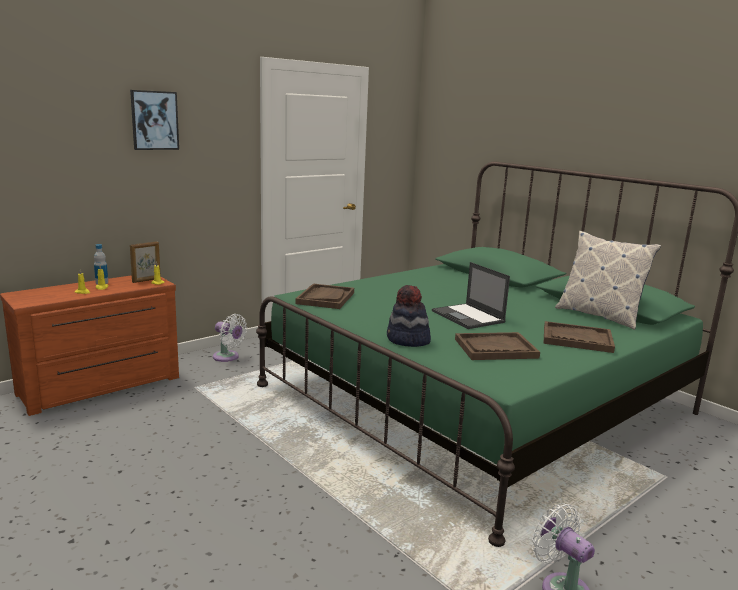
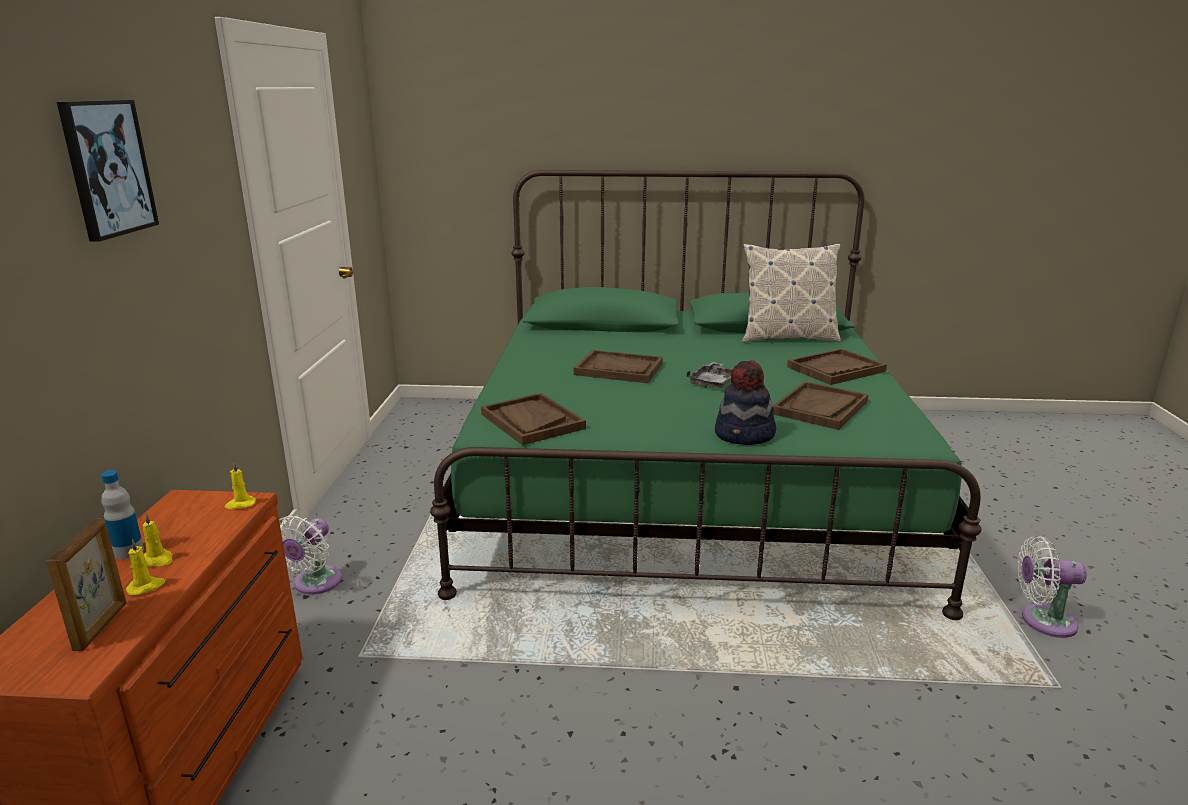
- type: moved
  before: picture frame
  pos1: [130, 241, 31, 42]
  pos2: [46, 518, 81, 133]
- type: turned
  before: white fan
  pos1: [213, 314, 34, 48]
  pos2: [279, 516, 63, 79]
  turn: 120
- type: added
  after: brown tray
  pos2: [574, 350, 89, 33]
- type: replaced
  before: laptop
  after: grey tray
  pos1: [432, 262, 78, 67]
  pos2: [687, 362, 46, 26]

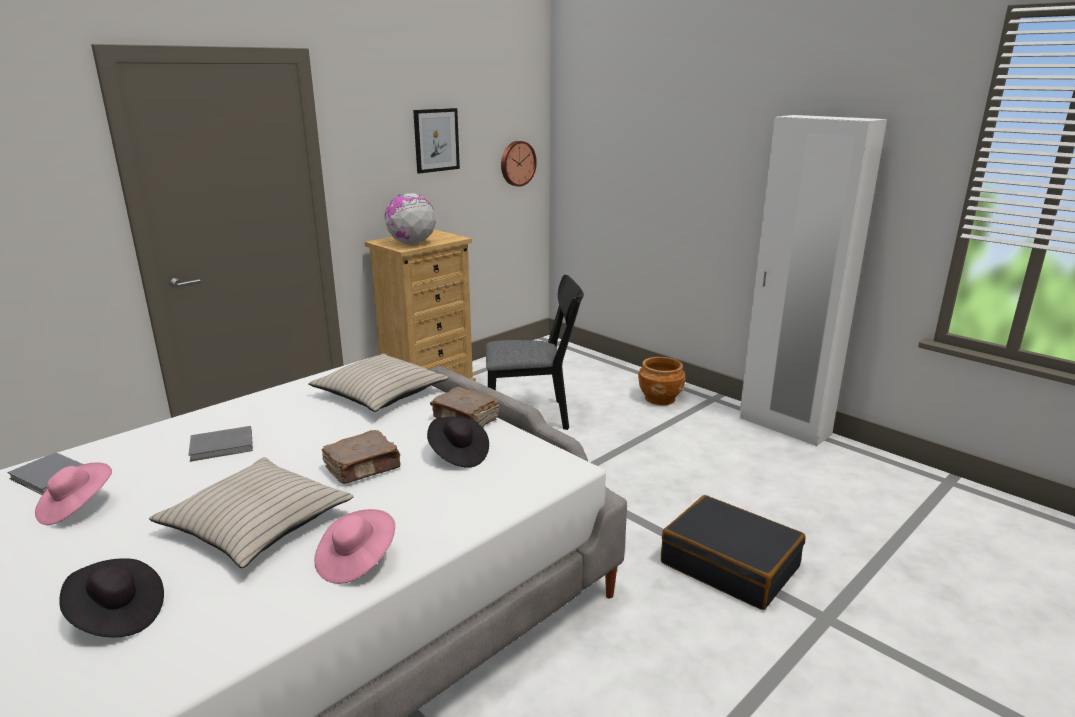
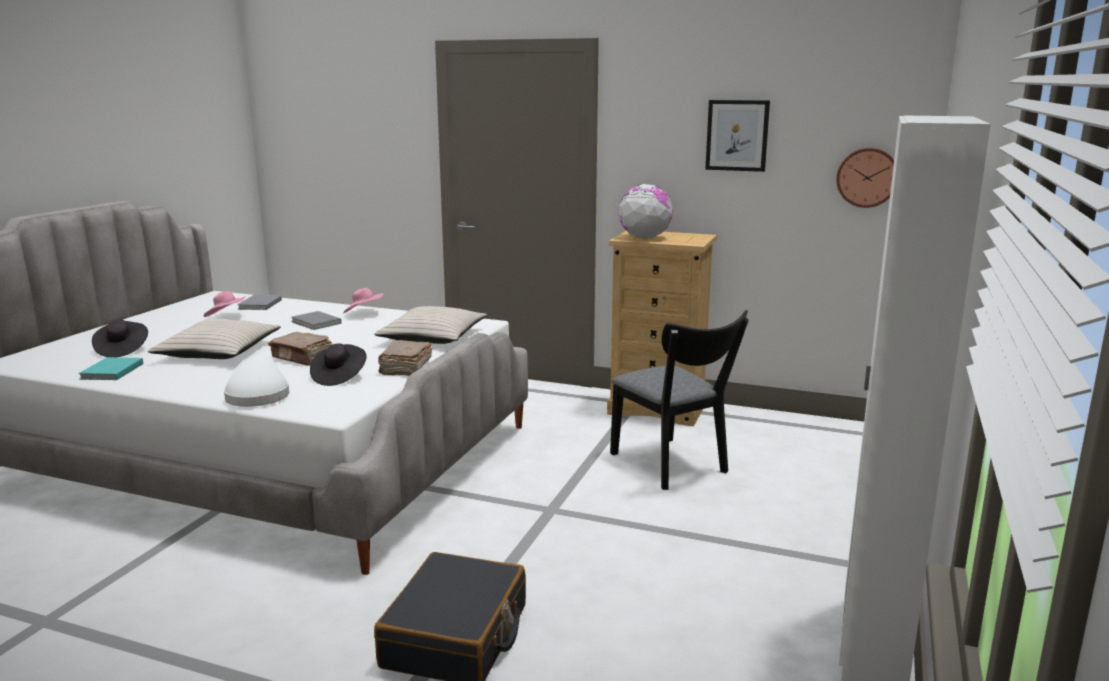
- type: added
  after: turquoise book
  pos2: [79, 357, 64, 23]
- type: added
  after: white hat
  pos2: [224, 354, 65, 53]
- type: moved
  before: pink hat
  pos1: [314, 509, 81, 75]
  pos2: [343, 288, 41, 26]
- type: removed
  before: brown planter
  pos1: [638, 357, 48, 48]

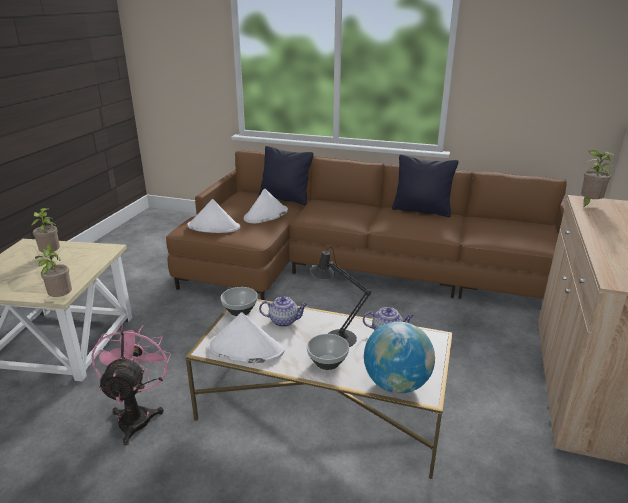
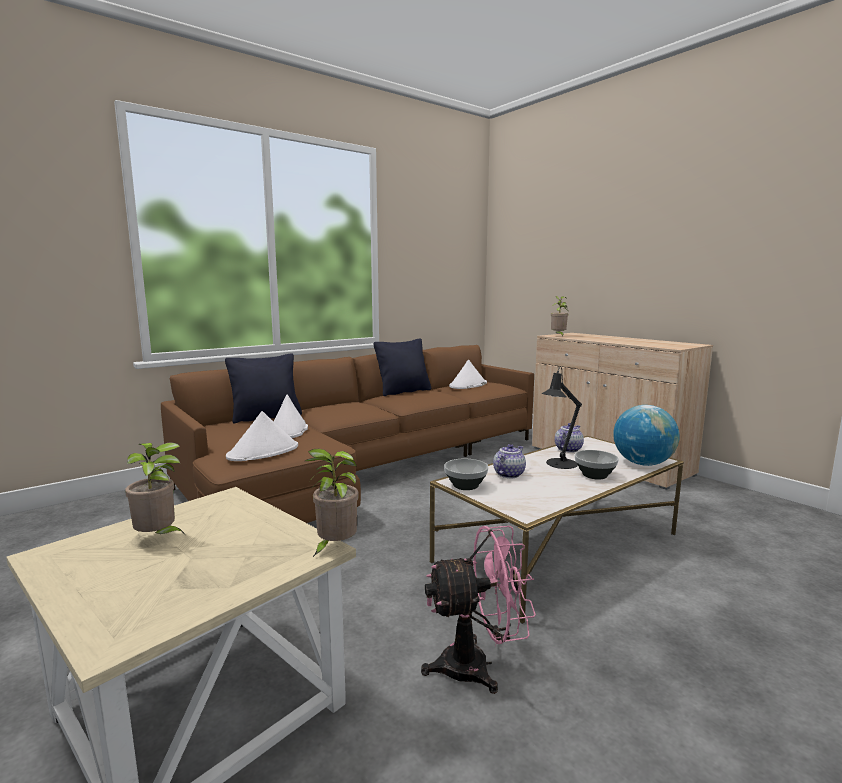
- type: turned
  before: pink fan
  pos1: [91, 324, 80, 121]
  pos2: [421, 526, 115, 168]
  turn: 135
- type: moved
  before: white hat
  pos1: [208, 312, 77, 52]
  pos2: [449, 360, 38, 29]

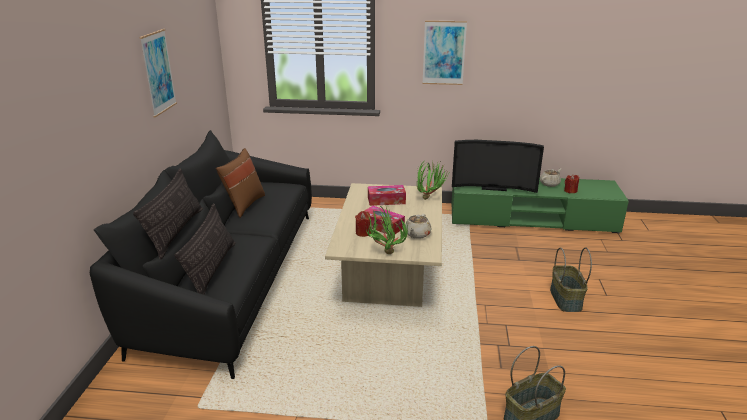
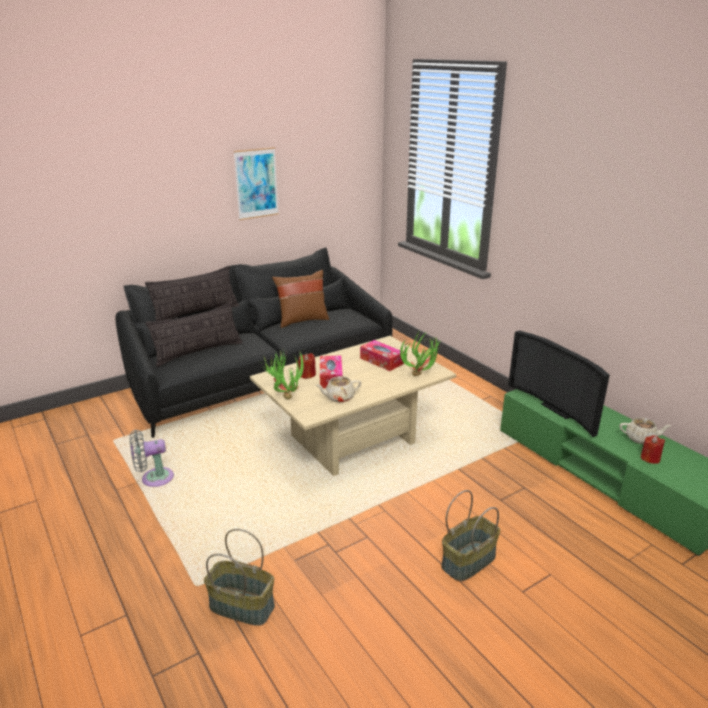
- type: added
  after: grey fan
  pos2: [129, 430, 45, 57]
- type: removed
  before: picture
  pos1: [423, 20, 44, 65]

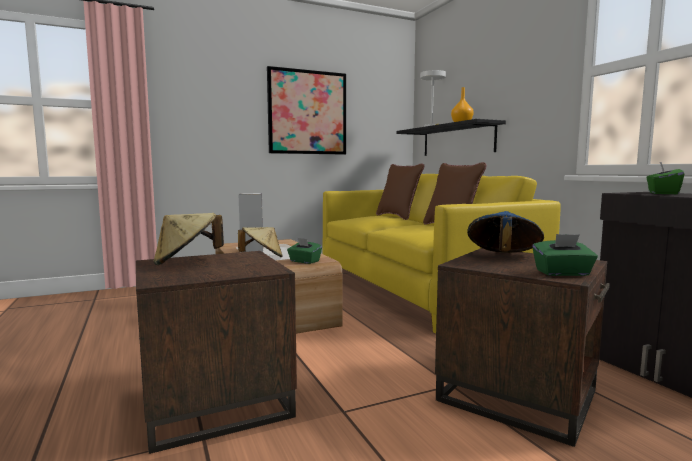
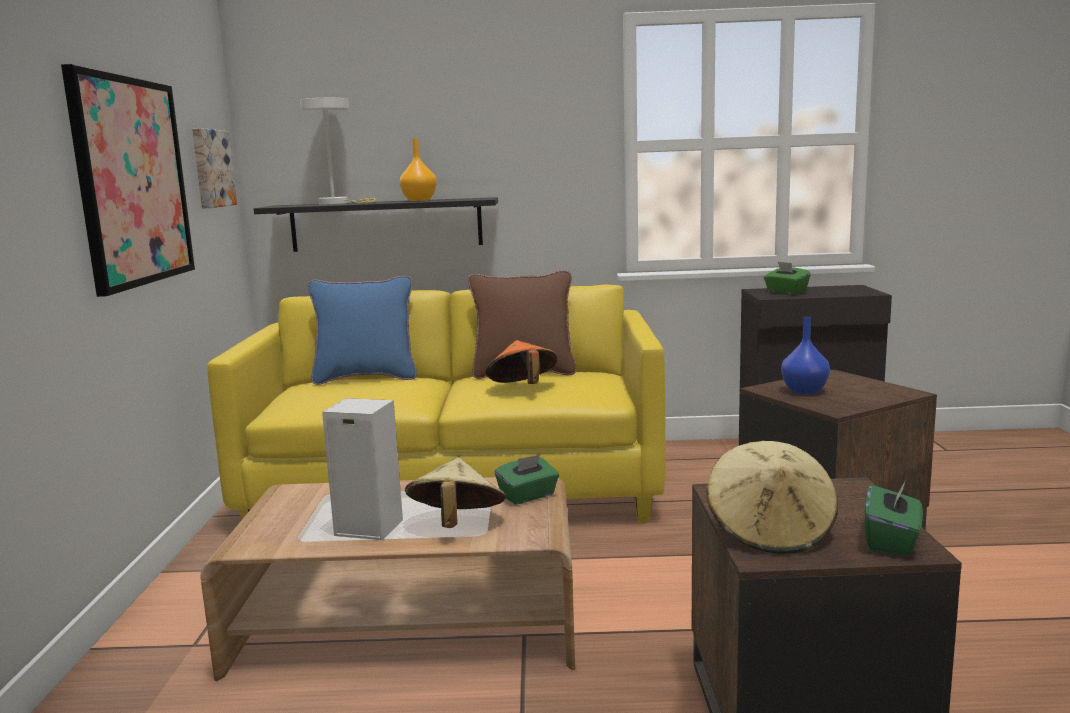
- type: added
  after: picture
  pos2: [192, 128, 45, 81]
- type: recoloured
  before: brown pillow
  after: blue pillow
  pos1: [376, 164, 48, 56]
  pos2: [308, 276, 109, 109]
- type: added
  after: orange hat
  pos2: [486, 340, 71, 44]
- type: replaced
  before: blue hat
  after: blue vase
  pos1: [467, 211, 77, 42]
  pos2: [781, 317, 49, 77]
- type: moved
  before: green tissue box
  pos1: [532, 234, 66, 42]
  pos2: [864, 481, 59, 75]

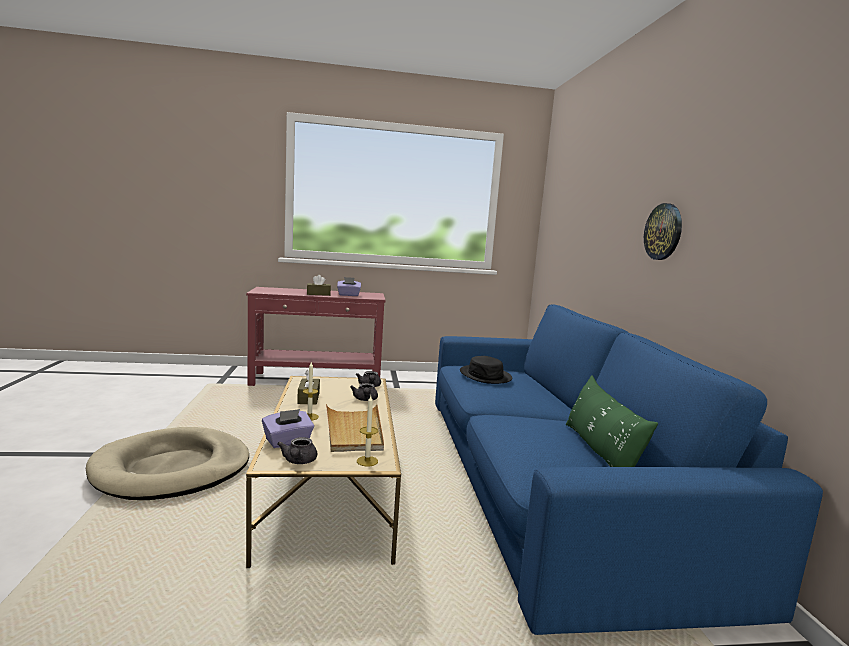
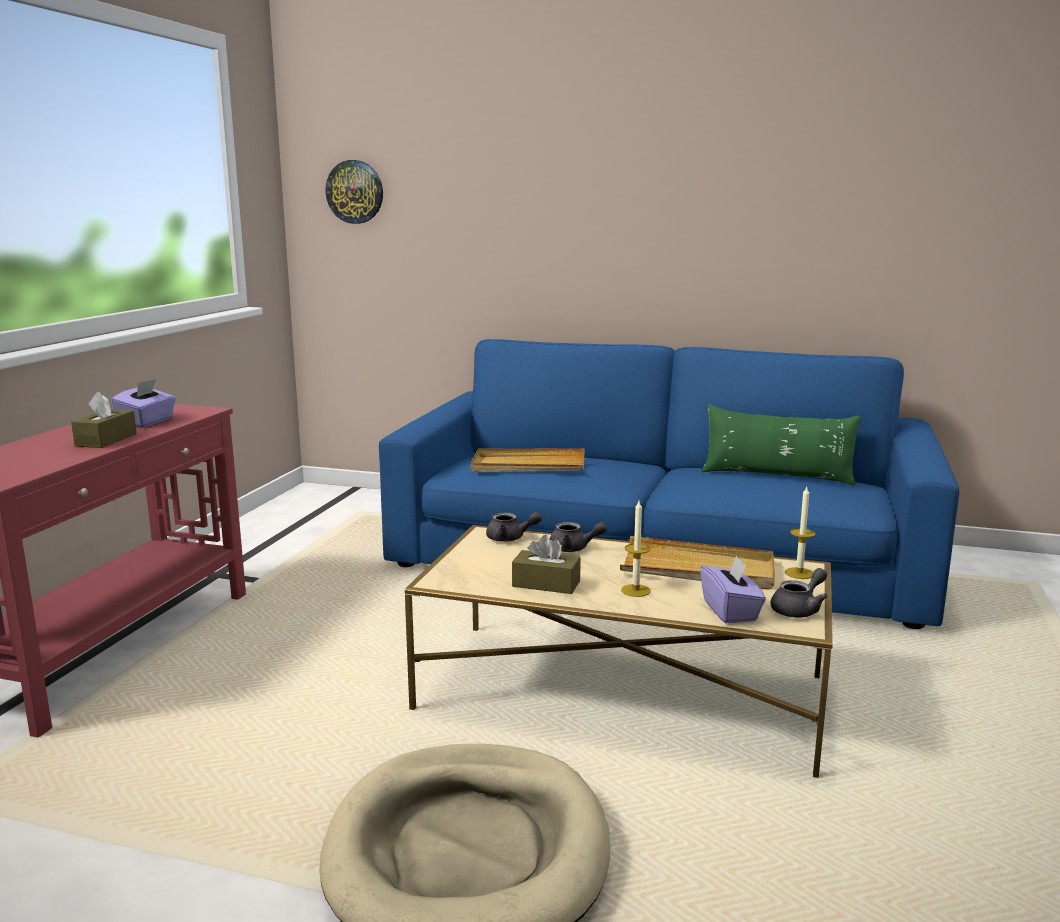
- type: moved
  before: wall clock
  pos1: [644, 203, 38, 57]
  pos2: [325, 160, 58, 64]
- type: replaced
  before: black hat
  after: beige tray
  pos1: [460, 356, 53, 28]
  pos2: [471, 448, 114, 24]
- type: turned
  before: grey teapot
  pos1: [277, 437, 40, 27]
  pos2: [771, 568, 57, 50]
  turn: -60

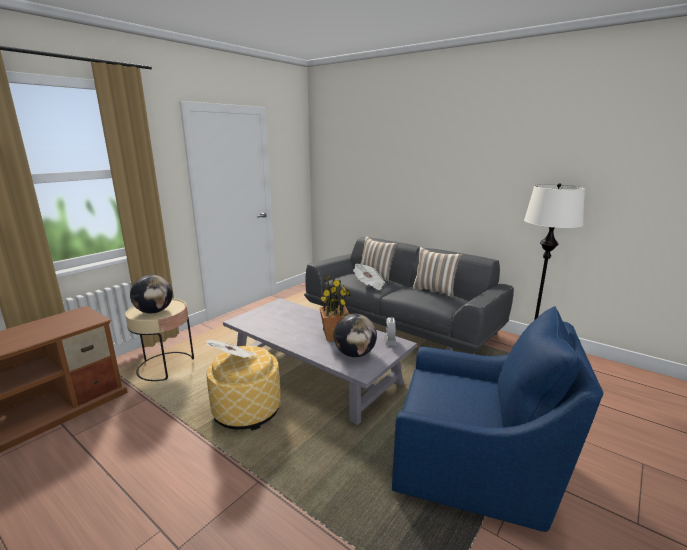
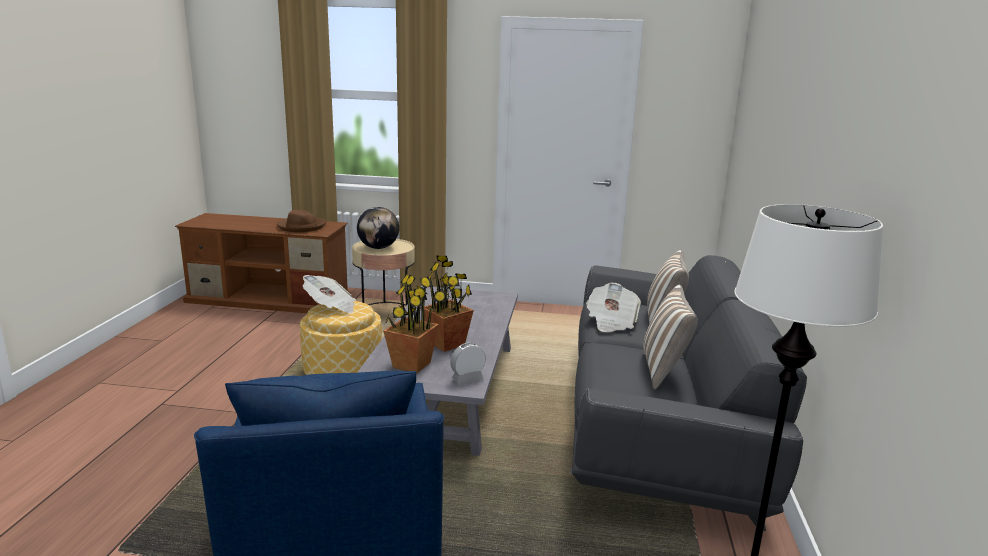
- type: added
  after: brown hat
  pos2: [277, 210, 50, 22]
- type: replaced
  before: globe
  after: potted plant
  pos1: [334, 314, 43, 43]
  pos2: [383, 274, 56, 99]

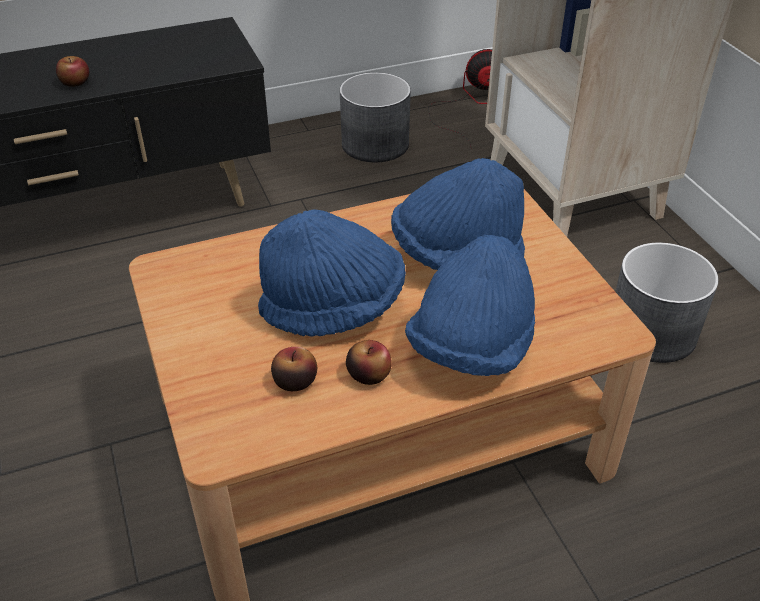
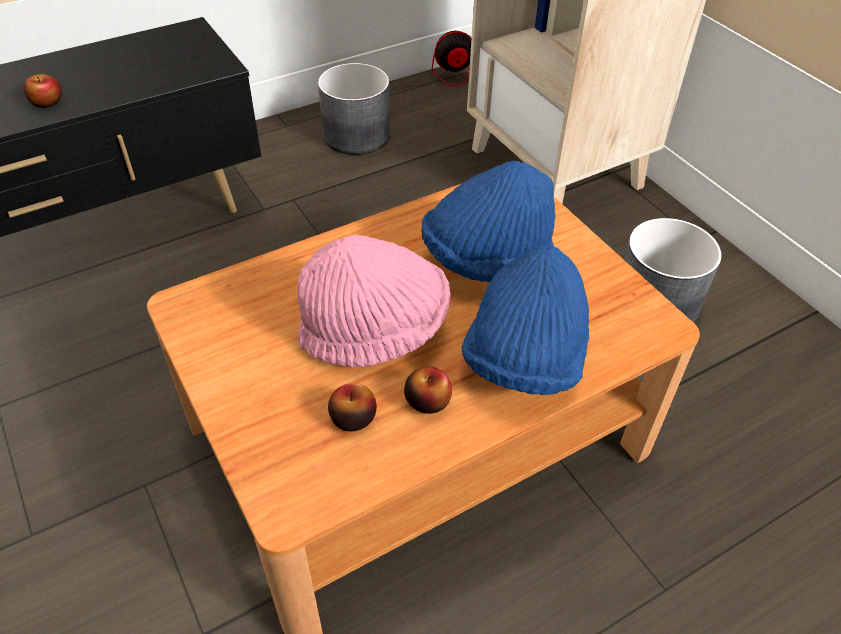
- type: recoloured
  before: blue hat
  after: pink hat
  pos1: [258, 210, 148, 127]
  pos2: [298, 235, 153, 133]

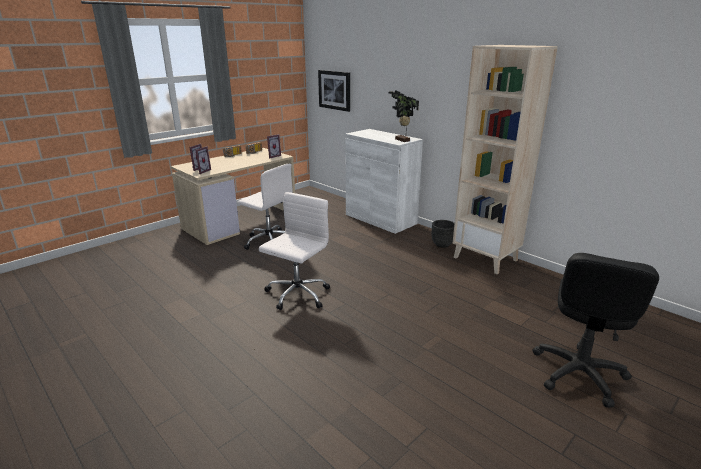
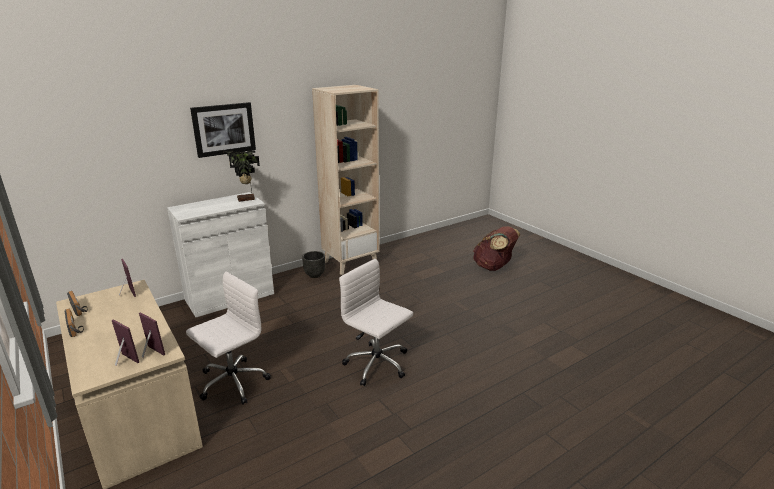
- type: moved
  before: picture
  pos1: [318, 70, 32, 42]
  pos2: [190, 102, 66, 56]
- type: replaced
  before: black office chair
  after: brown backpack
  pos1: [532, 253, 127, 155]
  pos2: [473, 226, 47, 45]

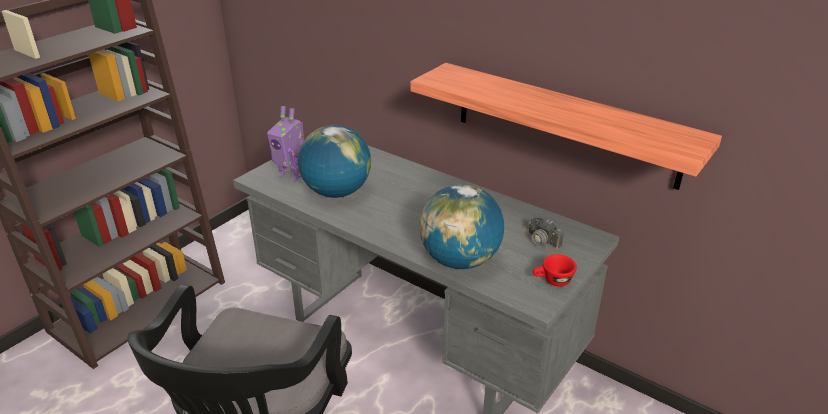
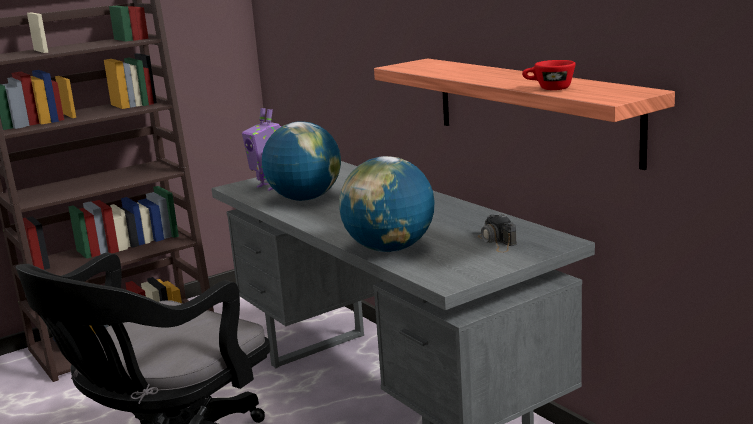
- type: moved
  before: red cup
  pos1: [533, 254, 44, 33]
  pos2: [522, 60, 54, 30]

